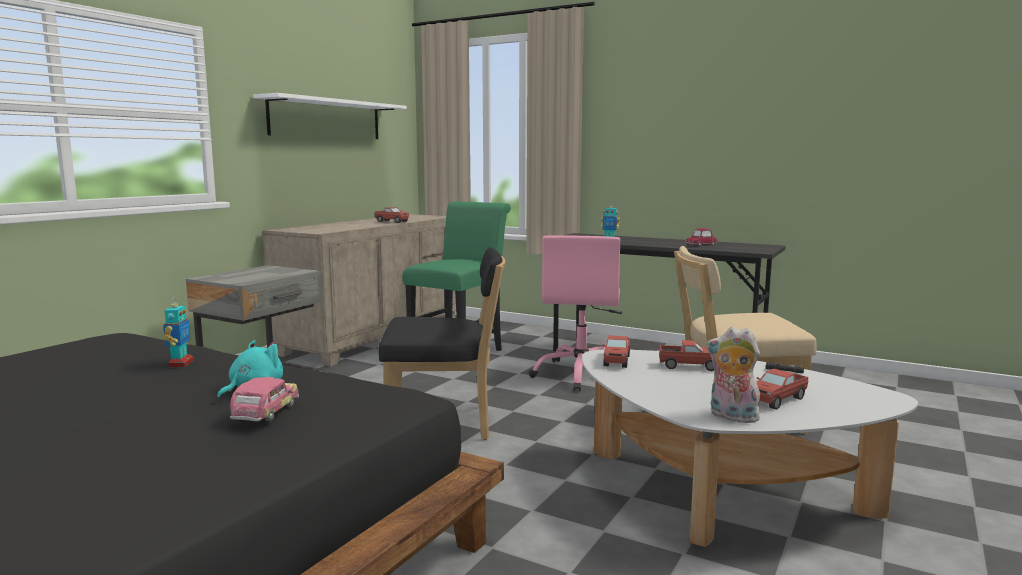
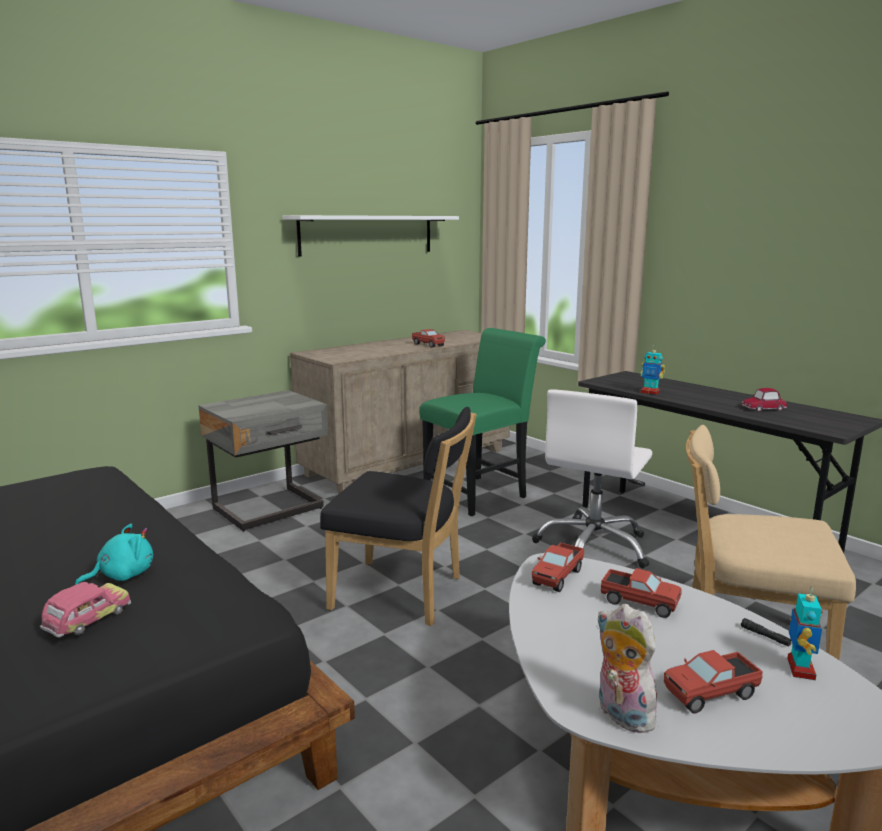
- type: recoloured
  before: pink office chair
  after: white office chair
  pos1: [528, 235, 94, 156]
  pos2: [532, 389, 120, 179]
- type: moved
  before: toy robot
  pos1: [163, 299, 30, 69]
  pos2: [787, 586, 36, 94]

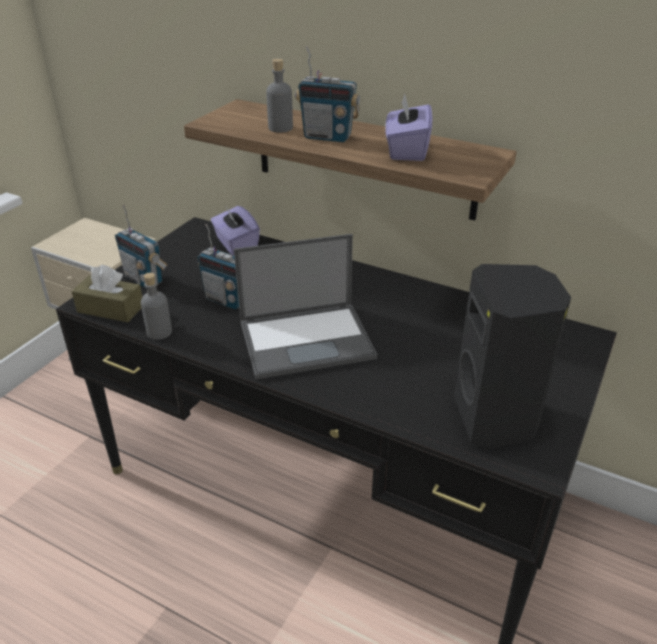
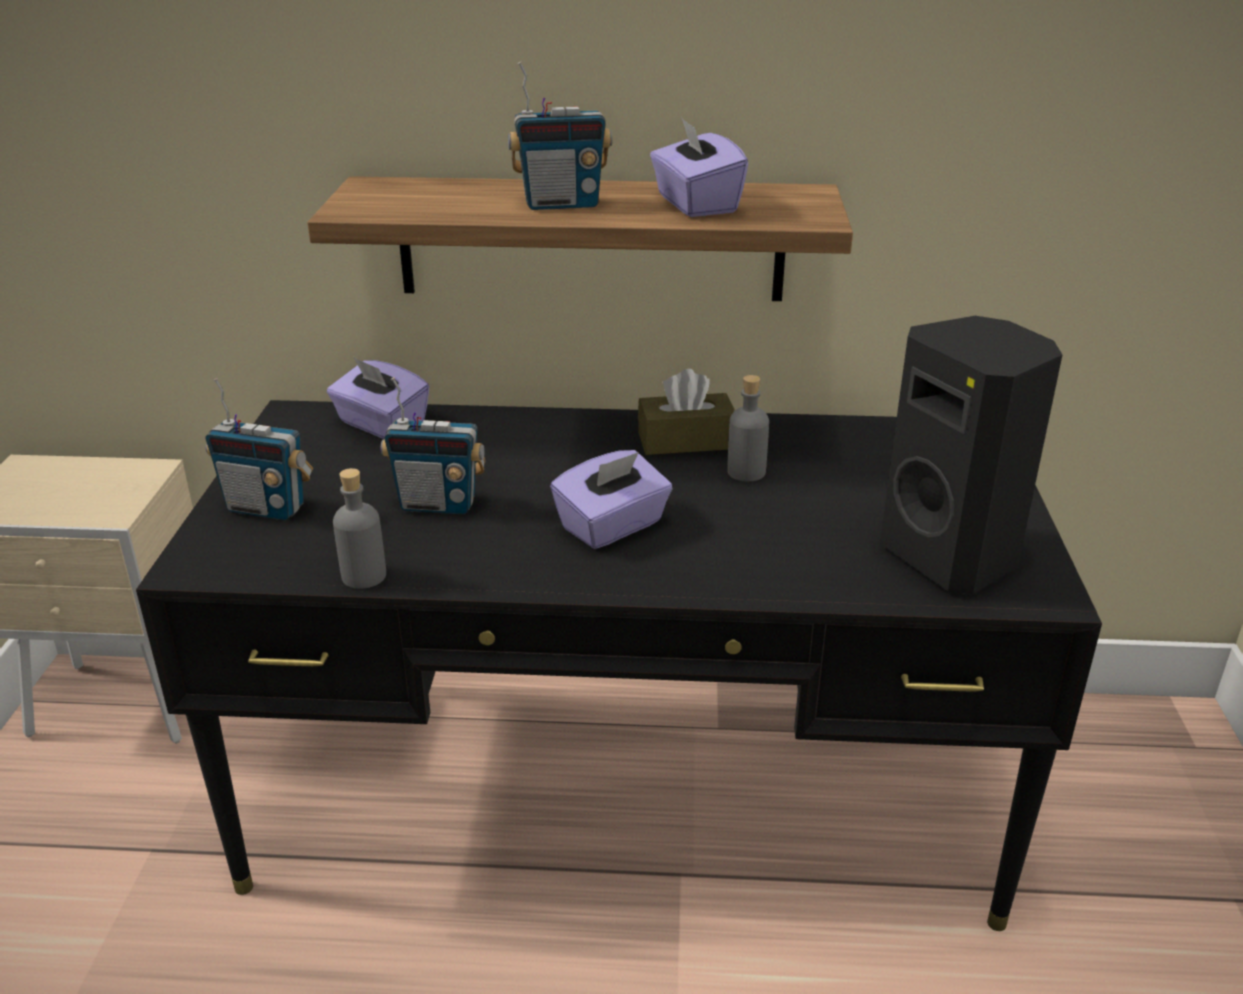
- type: replaced
  before: laptop
  after: purple tissue box
  pos1: [234, 234, 143, 145]
  pos2: [550, 450, 123, 99]
- type: moved
  before: brown tissue box
  pos1: [71, 265, 71, 57]
  pos2: [638, 369, 97, 86]
- type: moved
  before: grey bottle
  pos1: [266, 59, 27, 74]
  pos2: [727, 375, 42, 107]

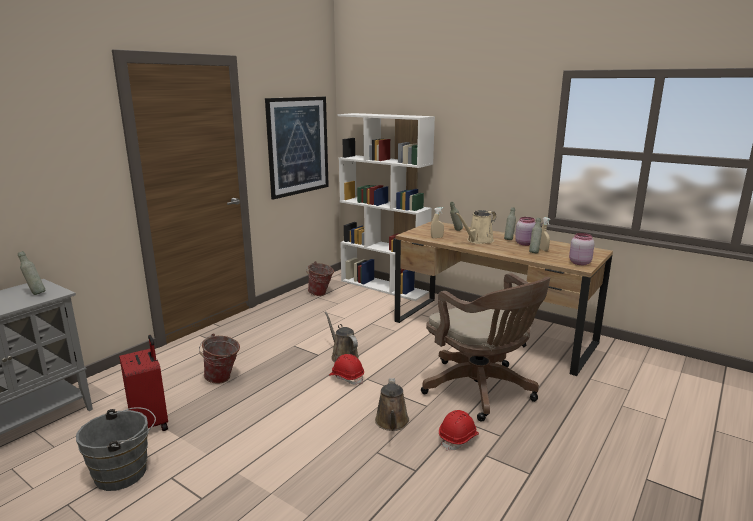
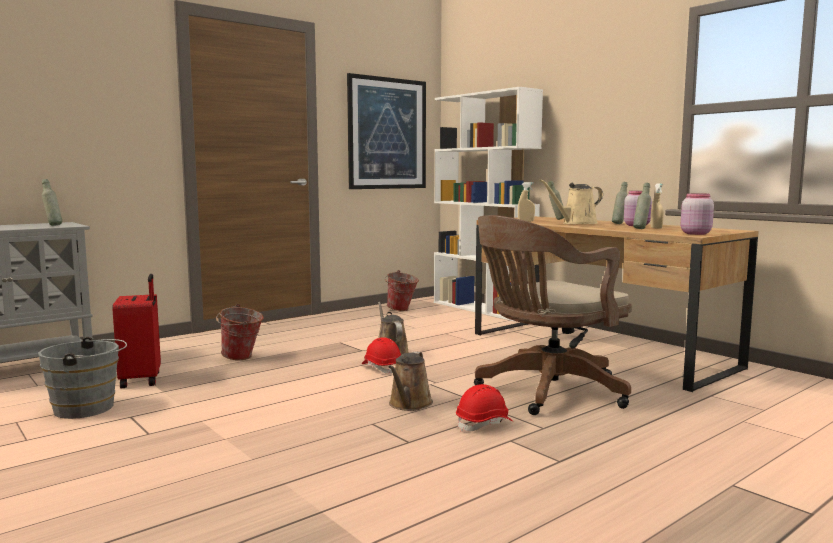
- type: turned
  before: brown office chair
  pos1: [421, 273, 129, 149]
  pos2: [474, 215, 158, 200]
  turn: 75

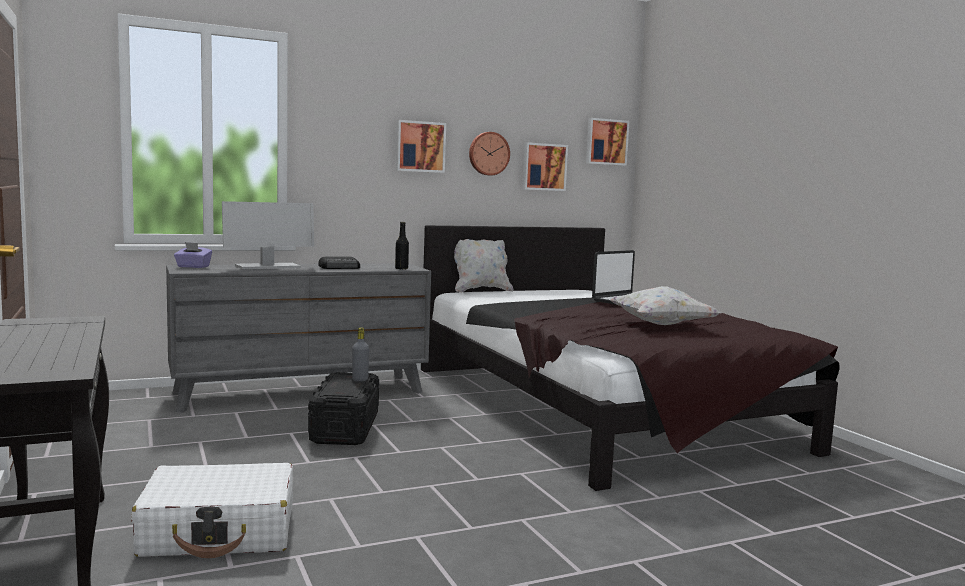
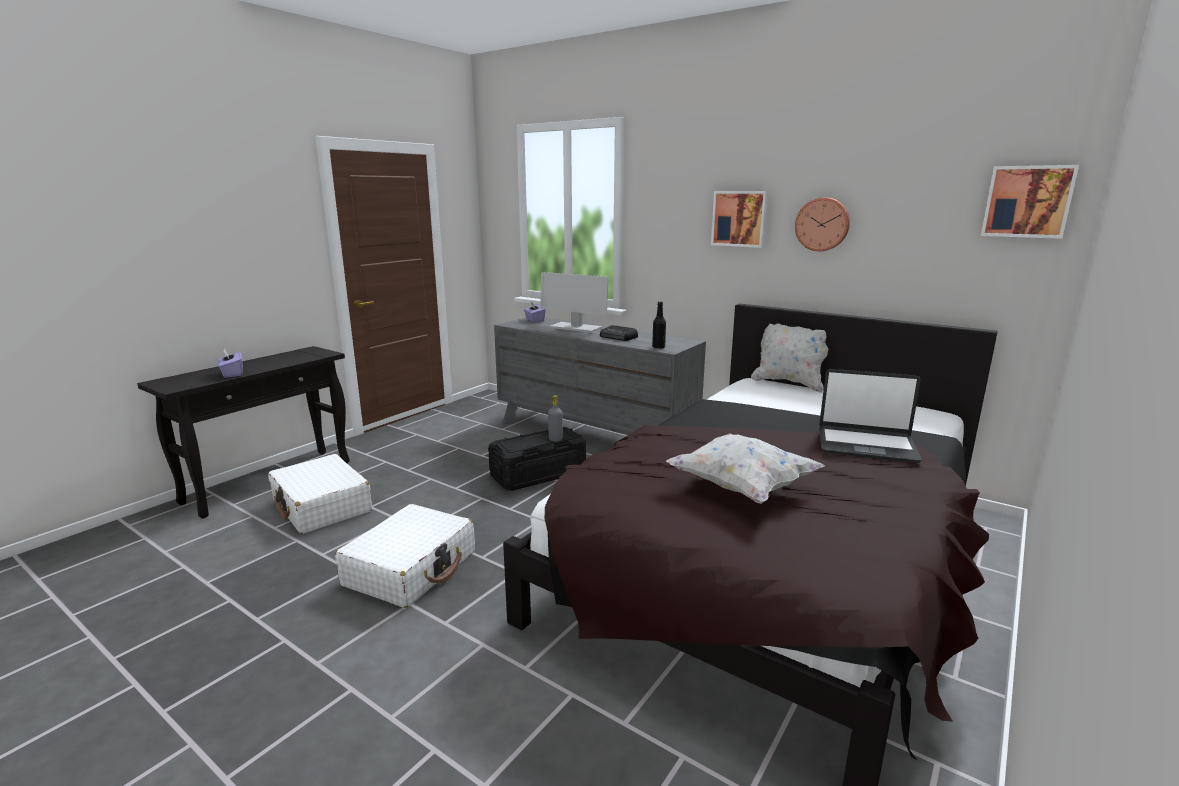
- type: added
  after: purple tissue box
  pos2: [217, 348, 26, 30]
- type: added
  after: white suitcase
  pos2: [335, 504, 140, 104]
- type: removed
  before: picture
  pos1: [523, 142, 45, 49]

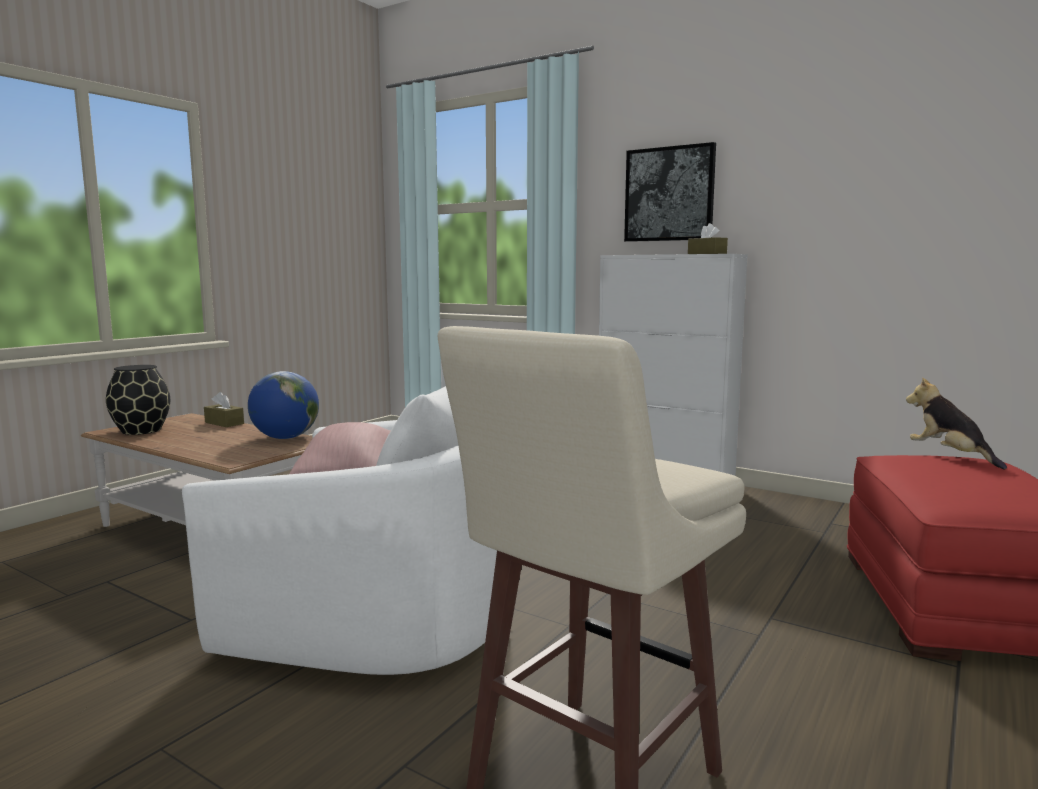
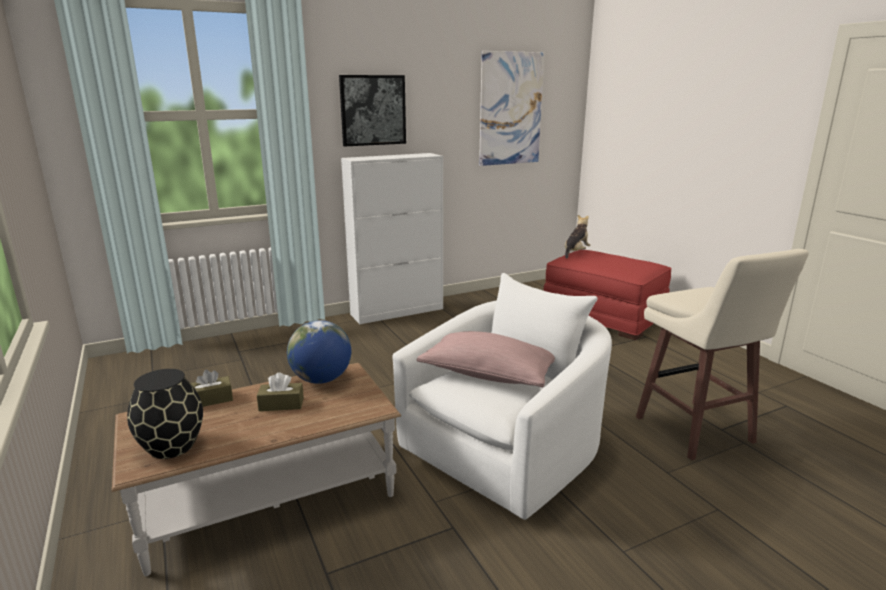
- type: moved
  before: brown tissue box
  pos1: [688, 223, 40, 31]
  pos2: [257, 372, 47, 39]
- type: added
  after: picture
  pos2: [479, 51, 65, 115]
- type: turned
  before: plush toy
  pos1: [906, 377, 101, 92]
  pos2: [565, 215, 26, 44]
  turn: 120

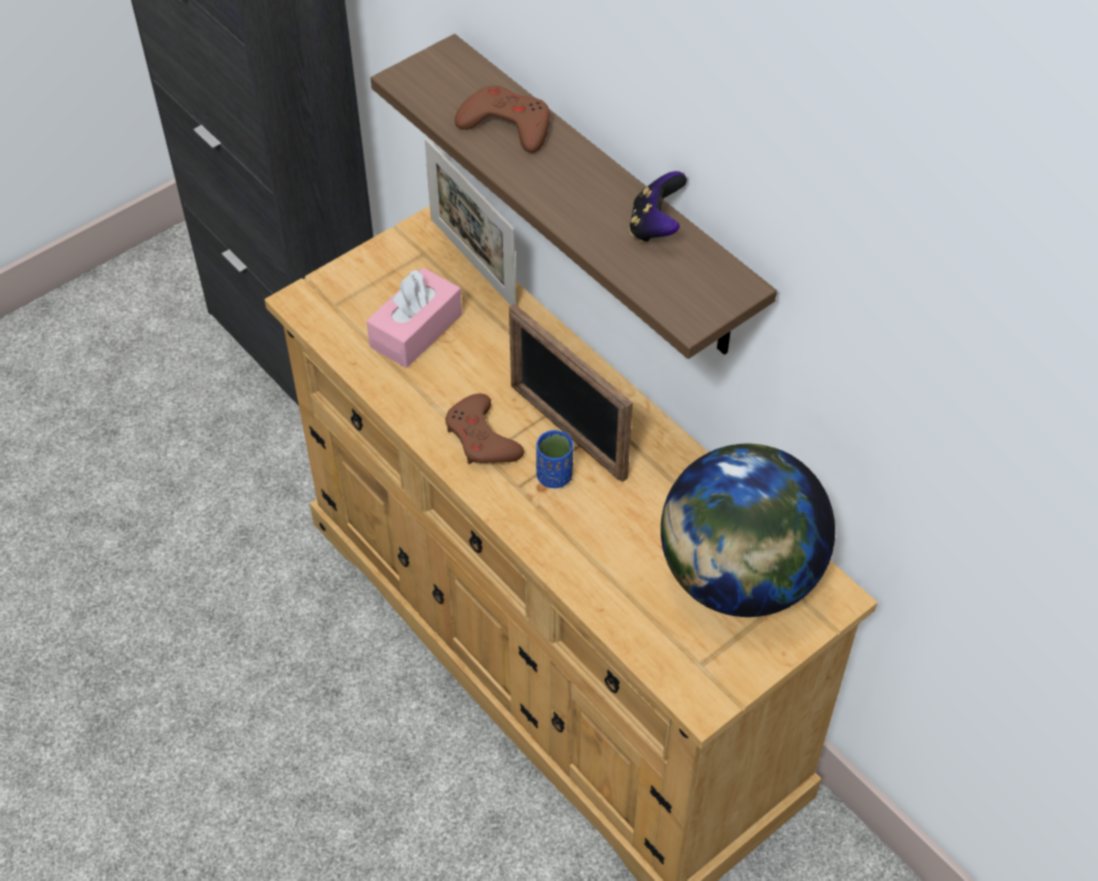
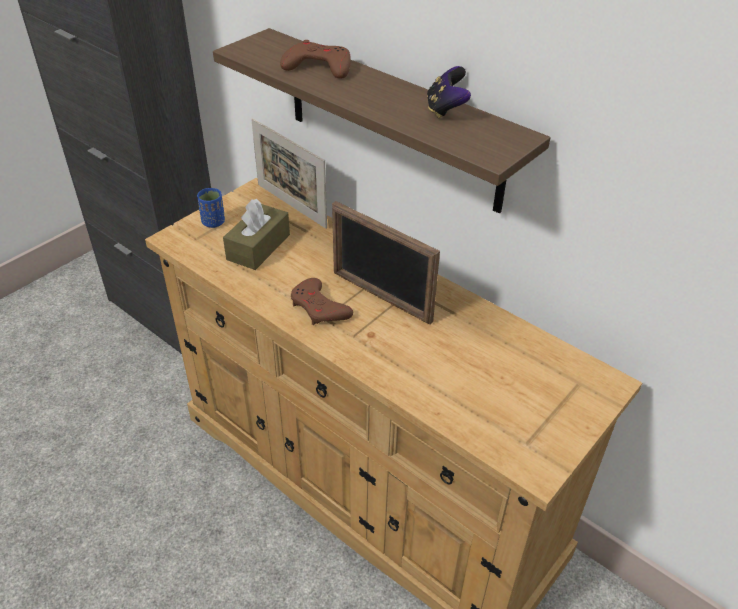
- type: moved
  before: blue cup
  pos1: [536, 430, 37, 58]
  pos2: [197, 188, 28, 40]
- type: recoloured
  before: pink tissue box
  after: brown tissue box
  pos1: [366, 268, 96, 100]
  pos2: [223, 199, 67, 71]
- type: removed
  before: globe
  pos1: [661, 444, 174, 173]

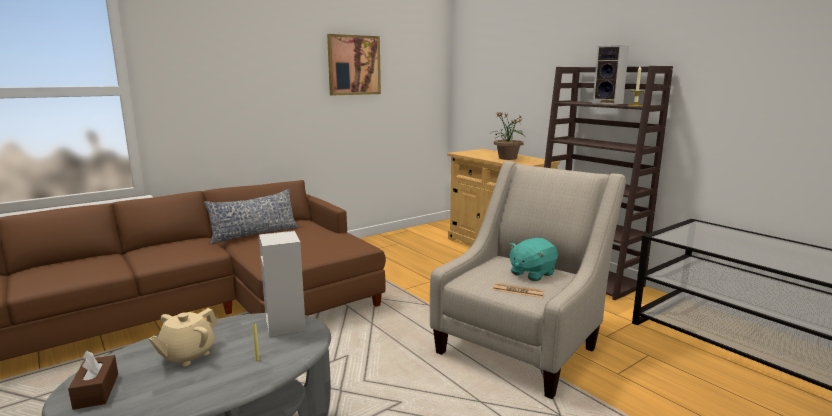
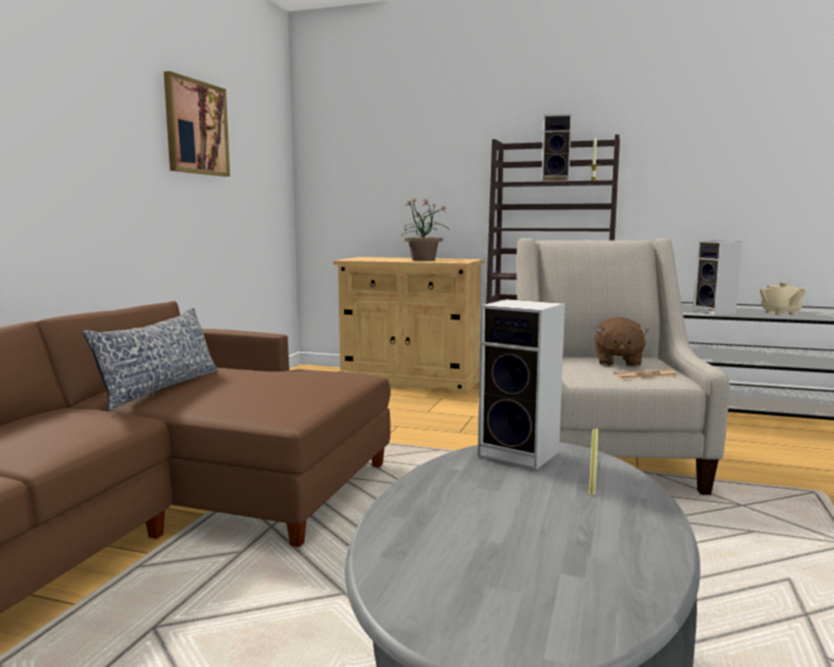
- type: recoloured
  before: turquoise plush toy
  after: brown plush toy
  pos1: [509, 238, 49, 43]
  pos2: [595, 317, 54, 50]
- type: added
  after: speaker
  pos2: [693, 240, 49, 75]
- type: moved
  before: beige teapot
  pos1: [149, 308, 69, 58]
  pos2: [760, 282, 46, 33]
- type: removed
  before: brown tissue box
  pos1: [68, 350, 50, 60]

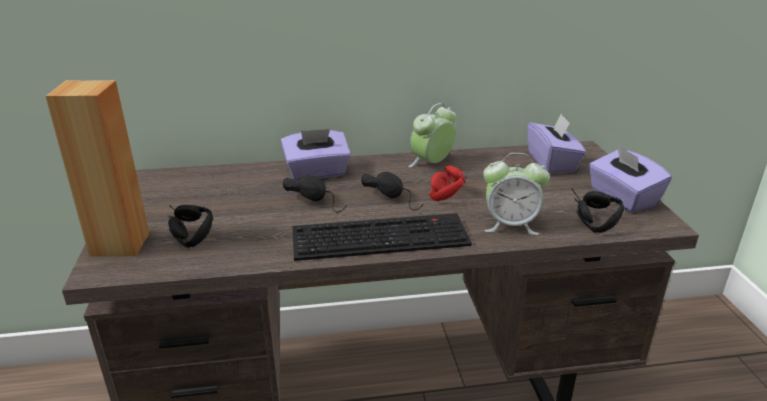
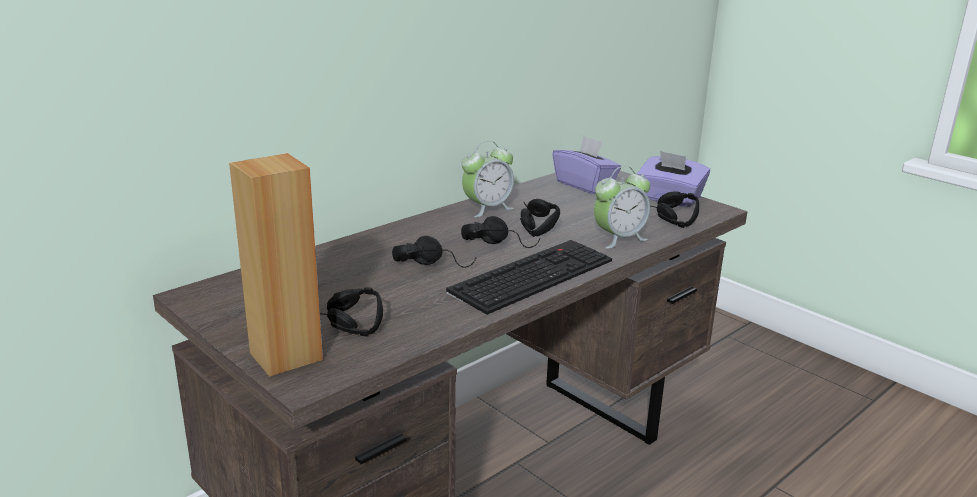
- type: turned
  before: alarm clock
  pos1: [408, 103, 48, 65]
  pos2: [462, 141, 52, 76]
  turn: -135
- type: recoloured
  before: red headphones
  after: black headphones
  pos1: [429, 165, 37, 36]
  pos2: [520, 199, 40, 38]
- type: removed
  before: purple tissue box
  pos1: [281, 129, 70, 52]

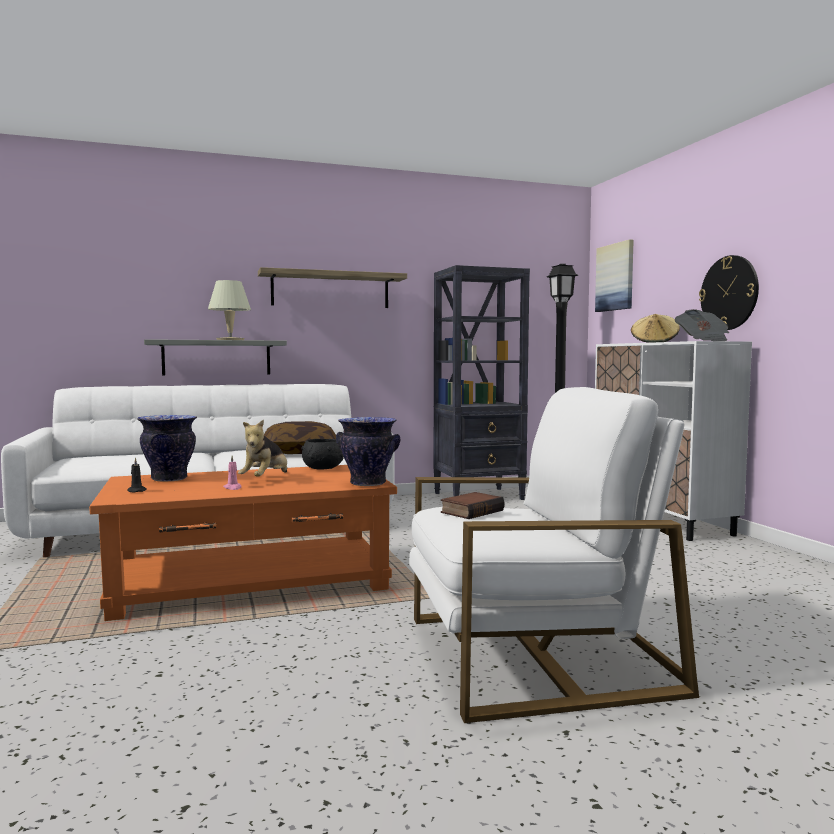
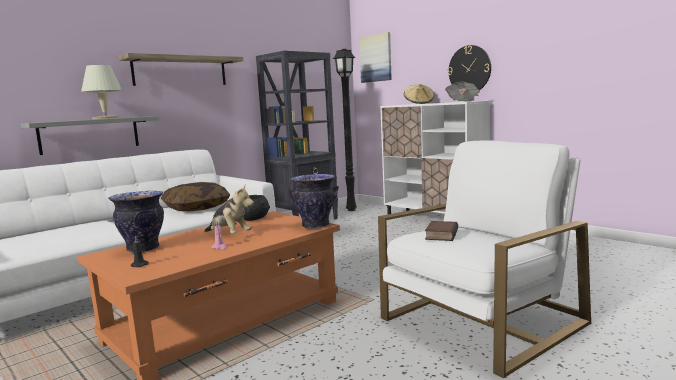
- type: turned
  before: plush toy
  pos1: [238, 419, 49, 58]
  pos2: [205, 185, 49, 49]
  turn: -45

